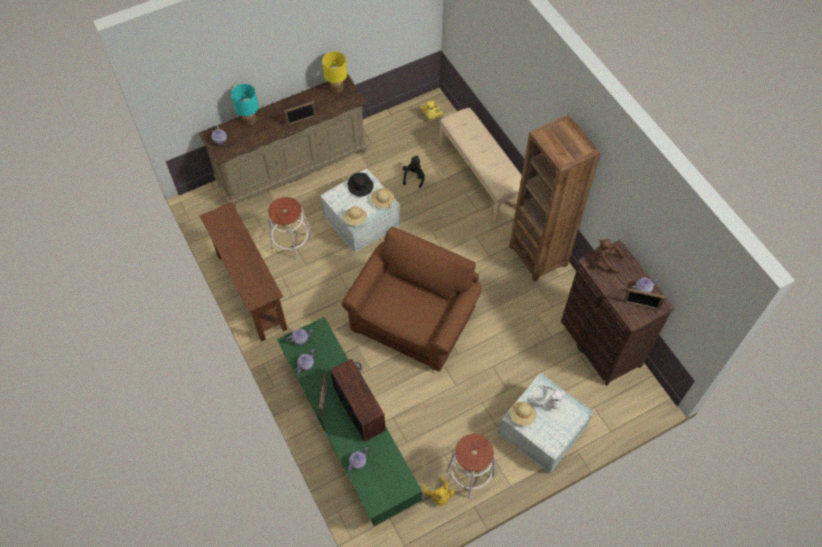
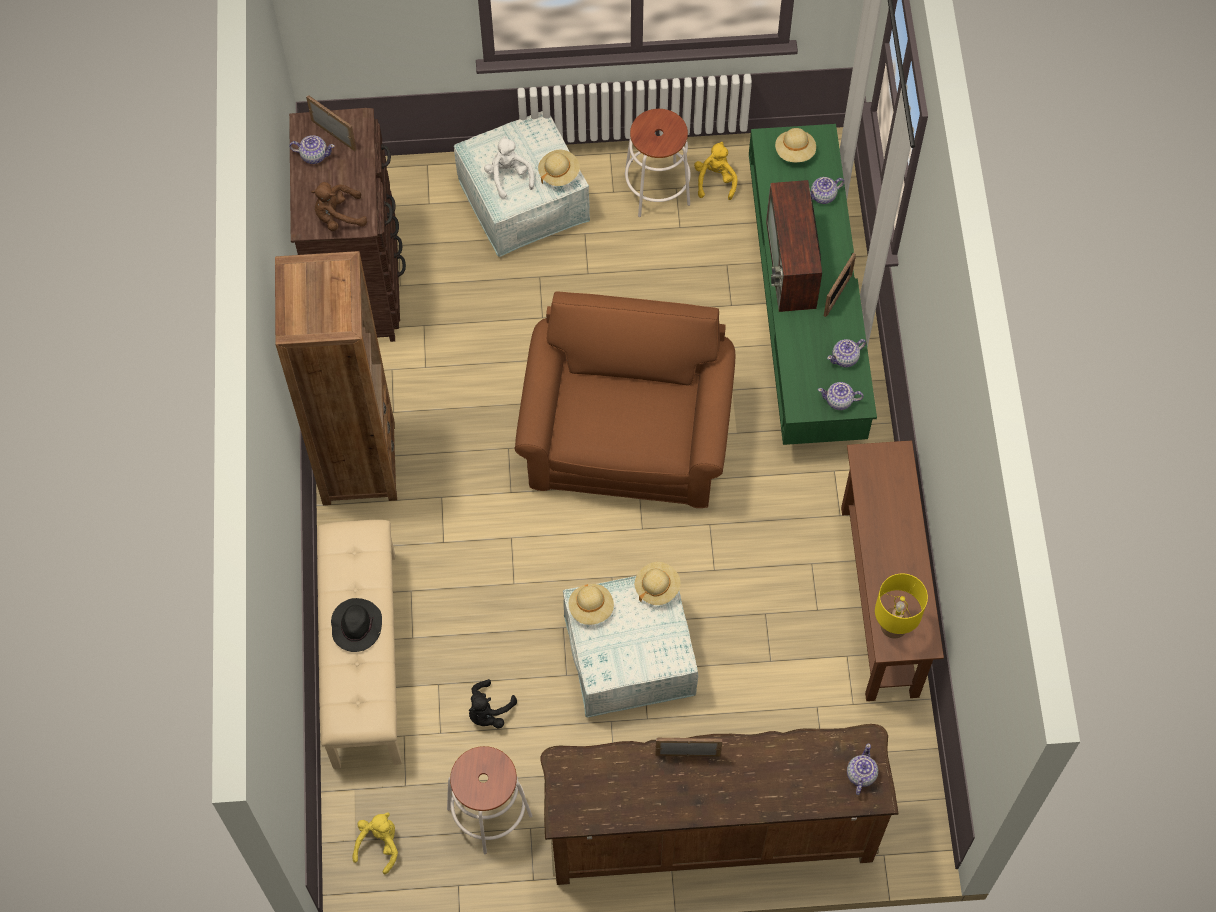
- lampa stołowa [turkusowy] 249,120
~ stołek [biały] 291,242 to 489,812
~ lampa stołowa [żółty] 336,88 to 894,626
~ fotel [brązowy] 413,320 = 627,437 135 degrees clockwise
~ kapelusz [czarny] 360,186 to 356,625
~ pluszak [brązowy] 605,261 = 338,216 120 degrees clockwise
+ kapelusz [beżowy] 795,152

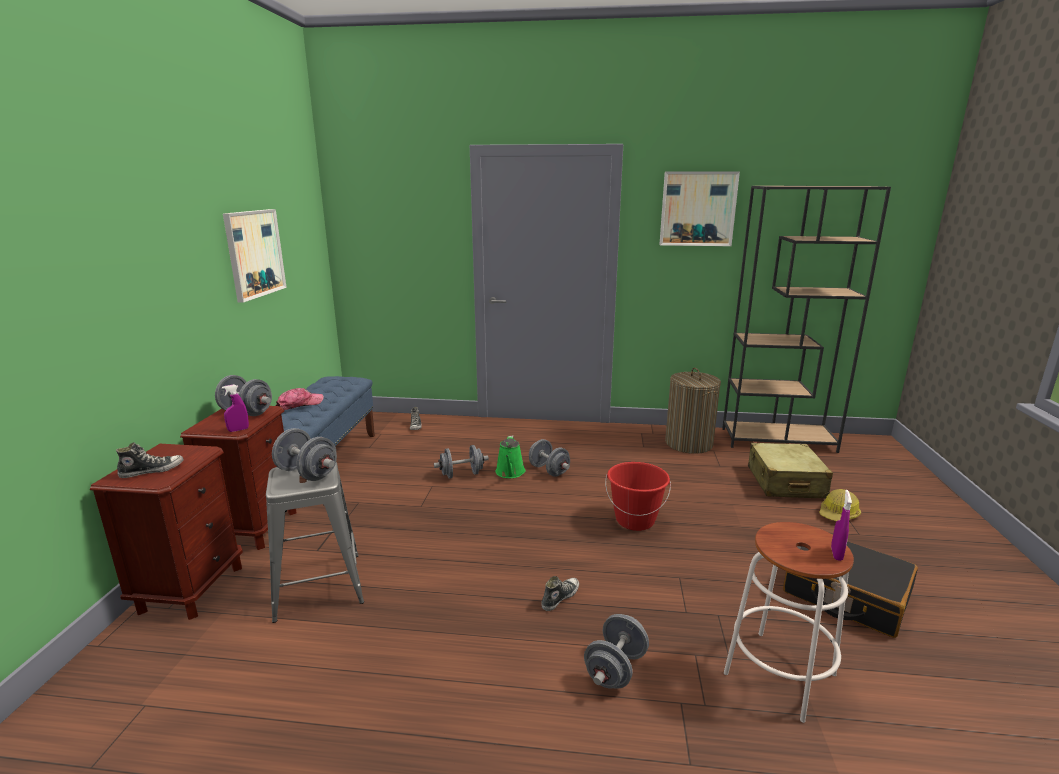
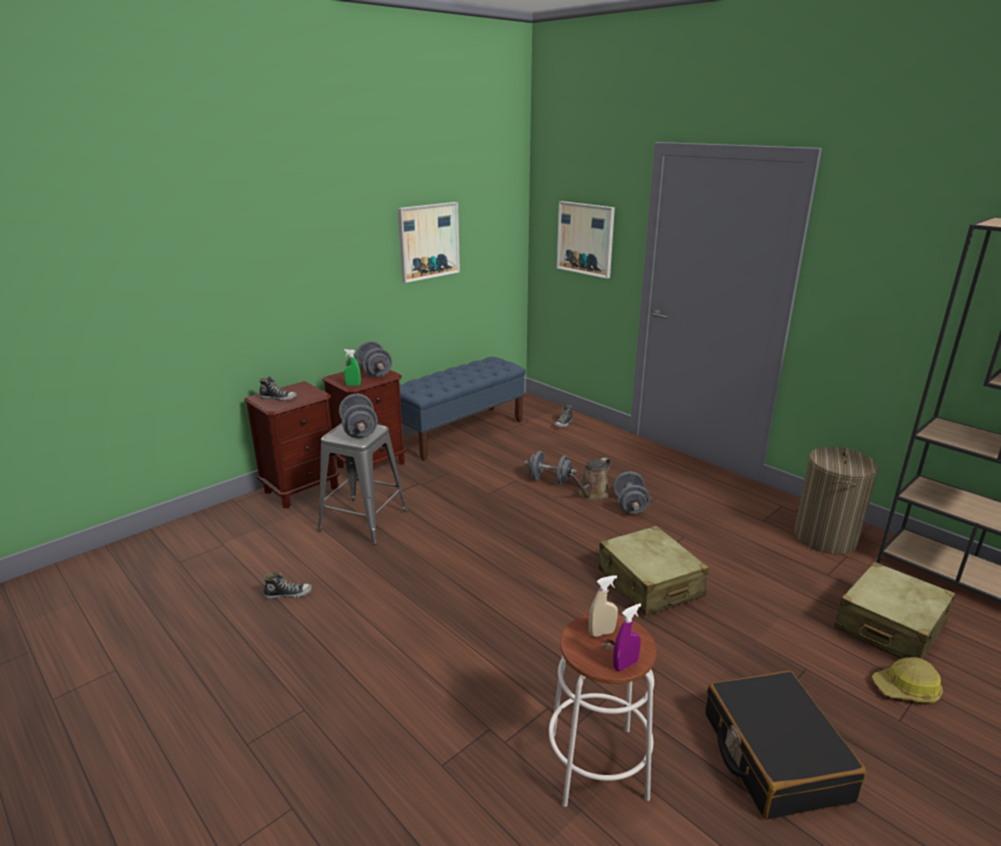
~ spryskiwacz [fioletowy] 238,430 to spryskiwacz [zielony] 353,385
- czapka z daszkiem 299,404
~ konewka [zielony] 510,473 to konewka [brązowy] 592,494
~ but 560,597 to 288,594
- hantel [szary] 615,669
~ wiadro [czerwony] 635,520 to walizka [beżowy] 650,583
~ obraz 698,209 to 585,239
+ spryskiwacz [beżowy] 602,633

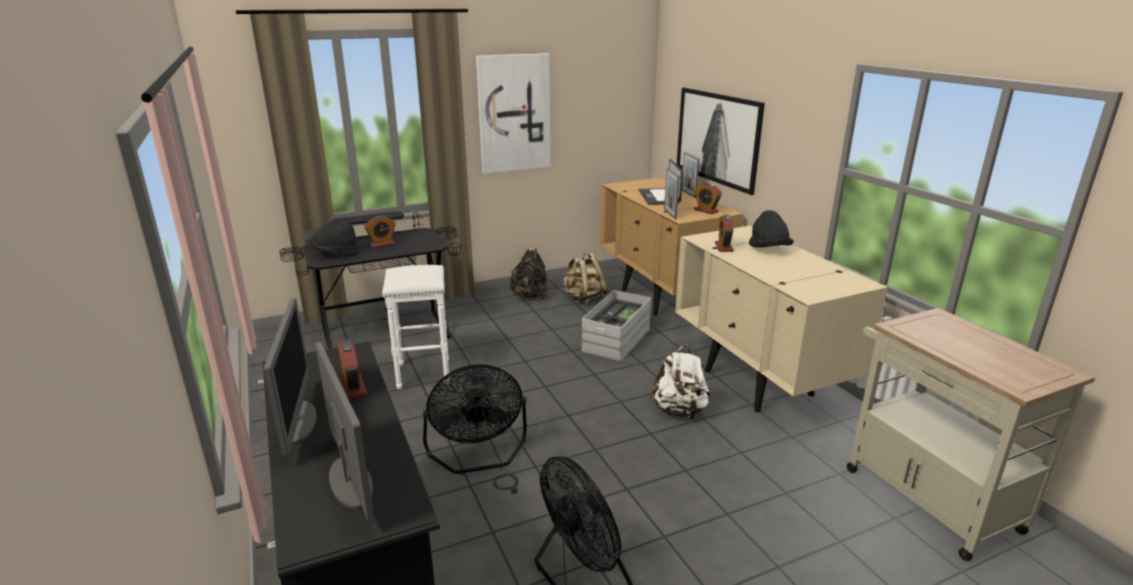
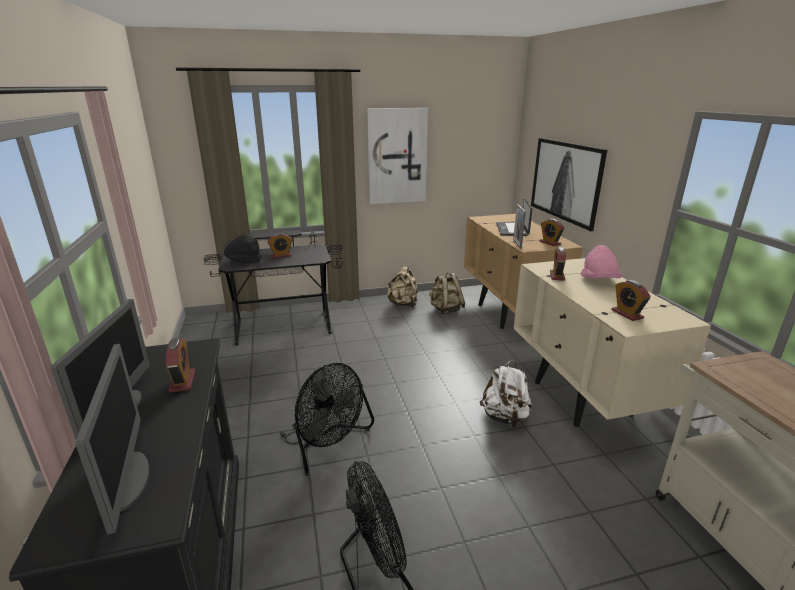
- stołek [biały] 422,374
~ wentylator [czarny] 483,461 = 325,444 135 degrees clockwise
~ plecak [czarny] 530,296 to plecak [beżowy] 403,304
- pojemnik do przechowywania [szary] 617,339
- ramka na zdjęcie 688,193
~ kapelusz [czarny] 768,249 to kapelusz [różowy] 598,280
+ budzik 627,314

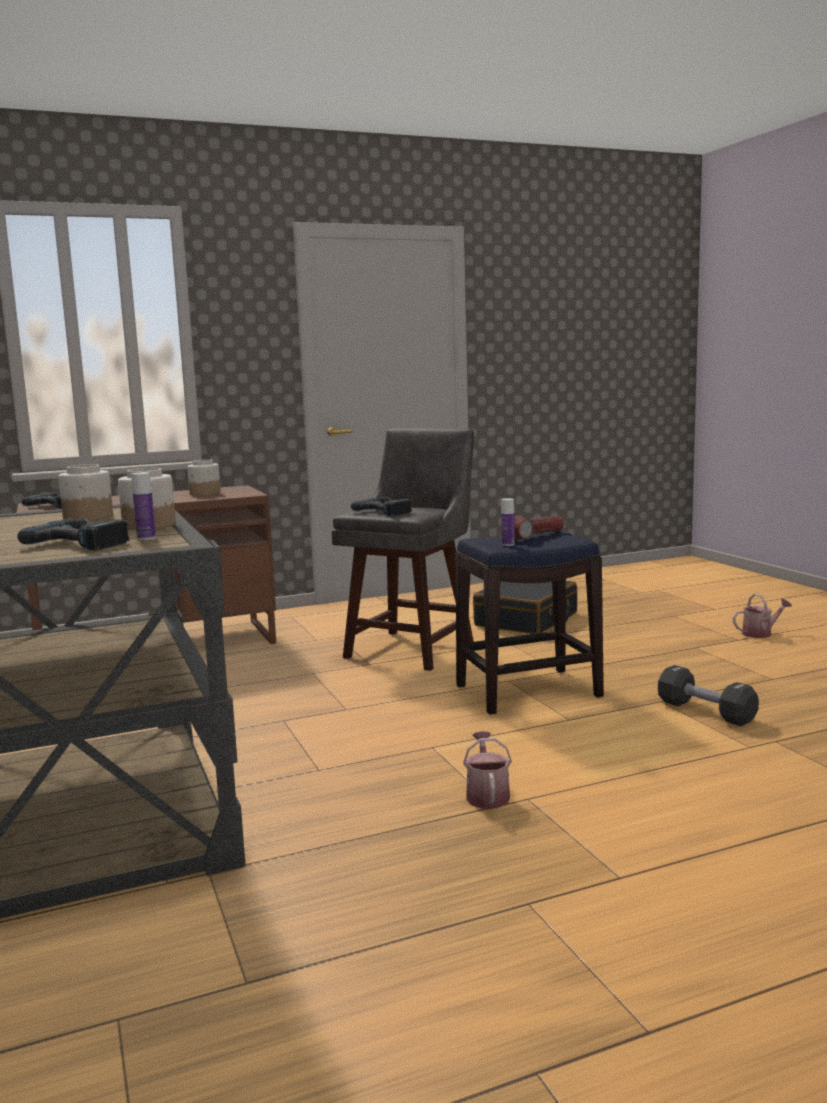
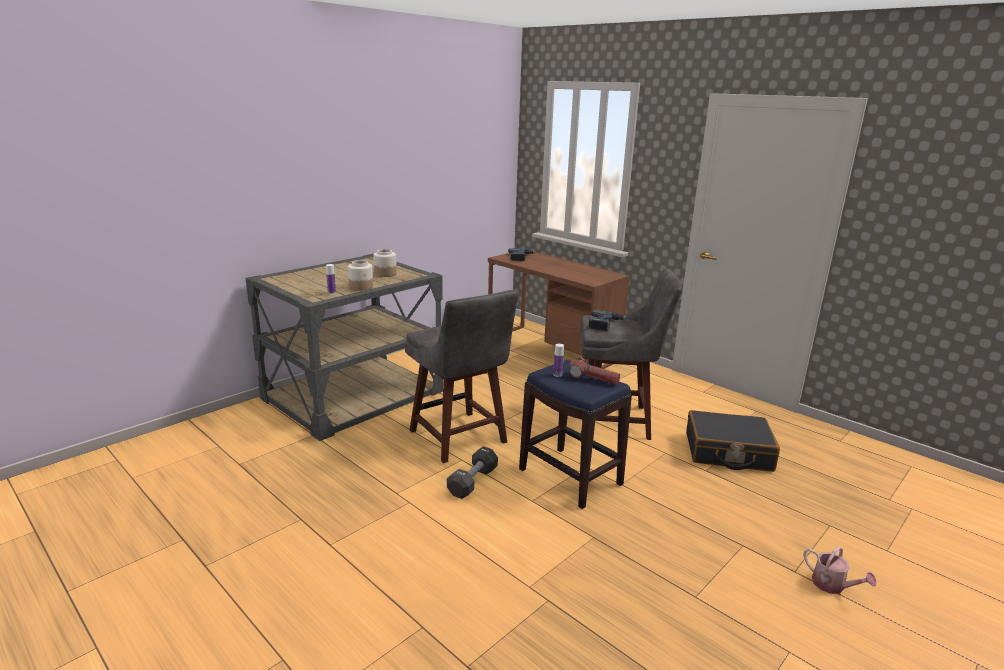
- wiertarka 84,542
- słoik 205,493
- konewka 487,795
~ hantel [czarny] 705,712 to 472,482
+ stołek [szary] 459,438

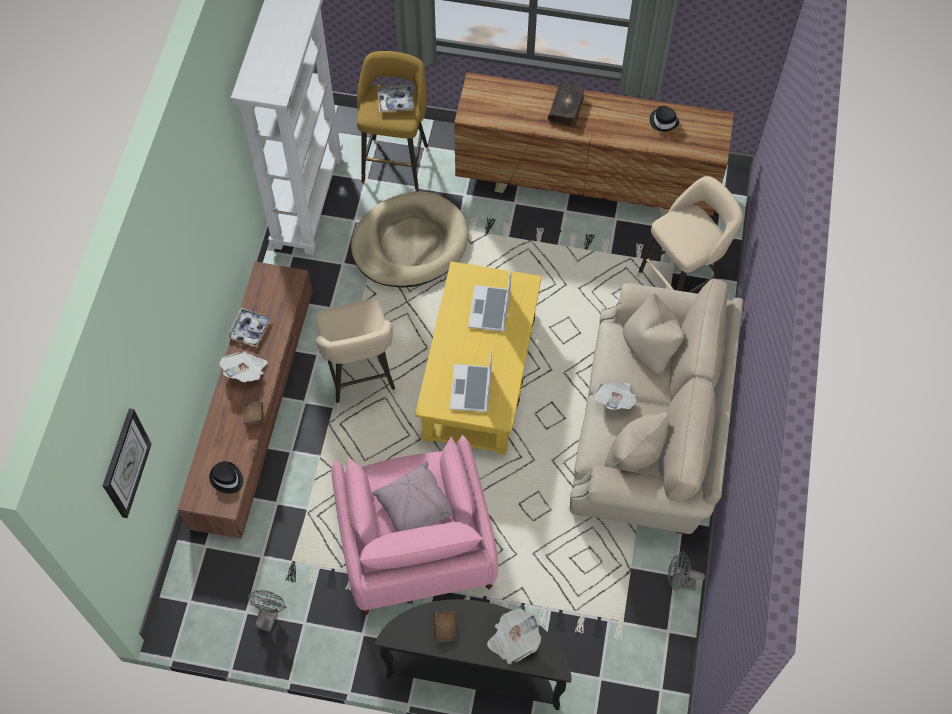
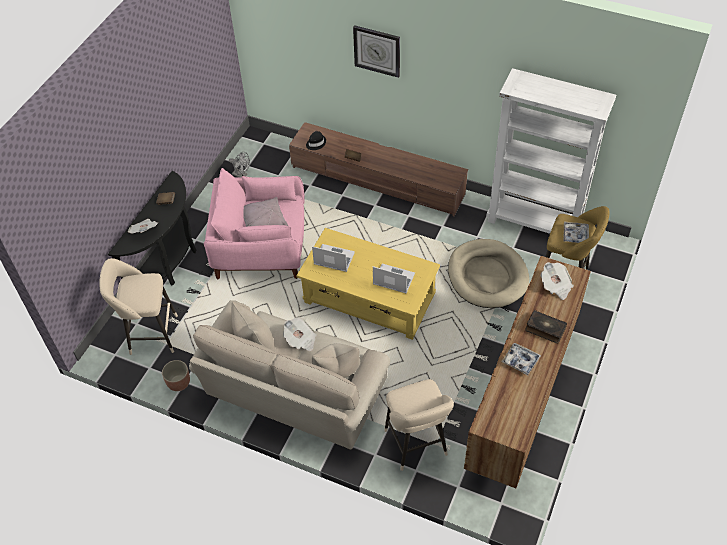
~ zegar ścienny 125,463 to 377,51
~ gazeta 246,371 to 556,286
~ taca 249,329 to 520,361
~ stołek [beżowy] 361,380 to 150,335
- kapelusz [czarny] 663,121
~ wentylator [szary] 679,582 to donica 178,382

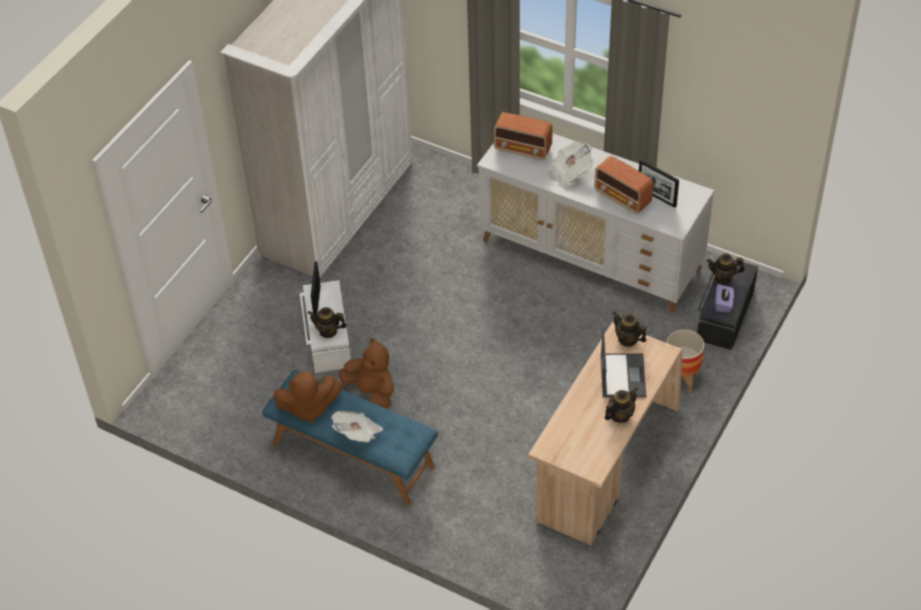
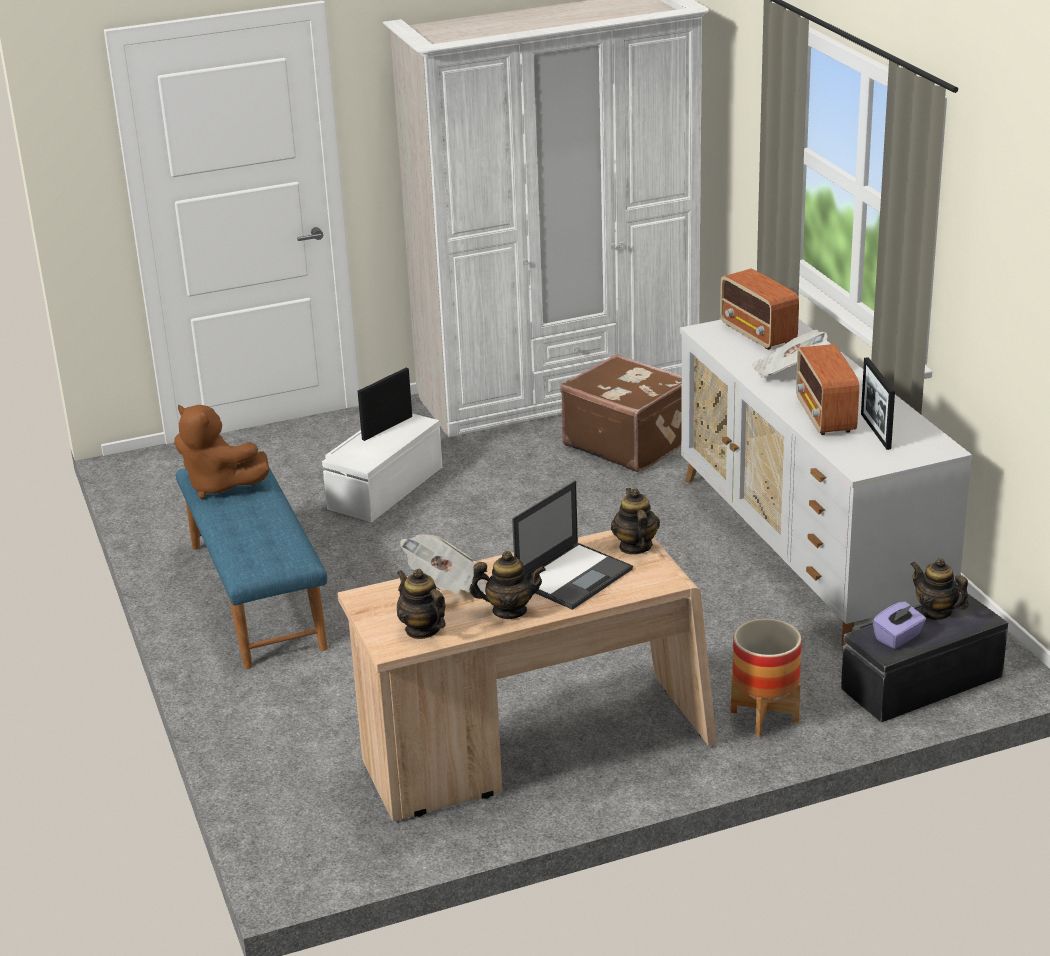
~ imbryk 328,331 to 422,629
~ gazeta 358,434 to 448,586
- pluszak [brązowy] 371,392
+ walizka [brązowy] 628,443

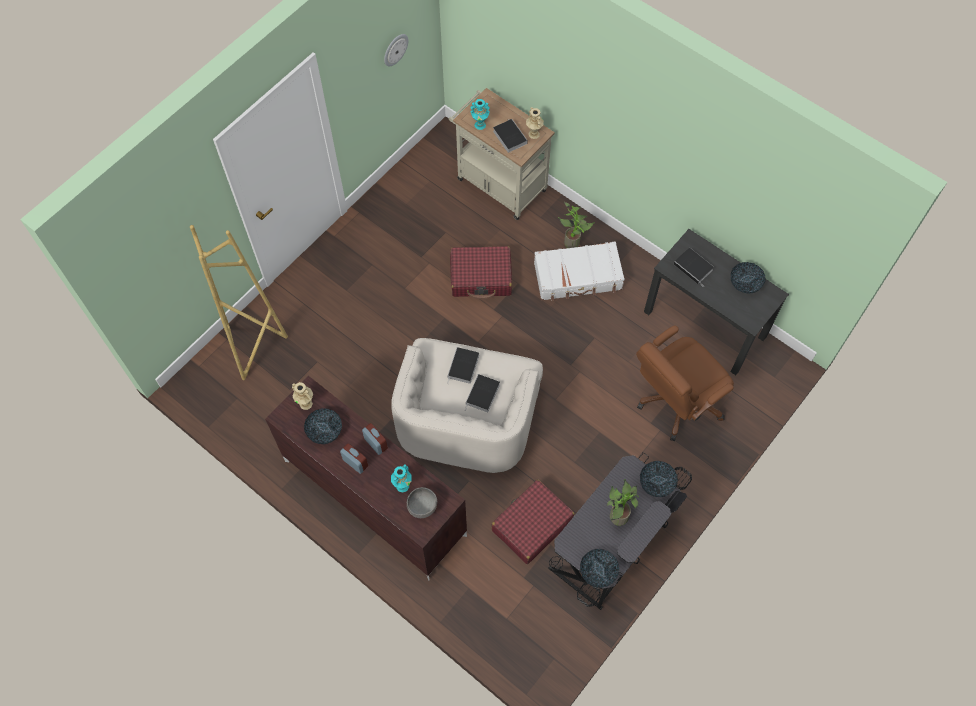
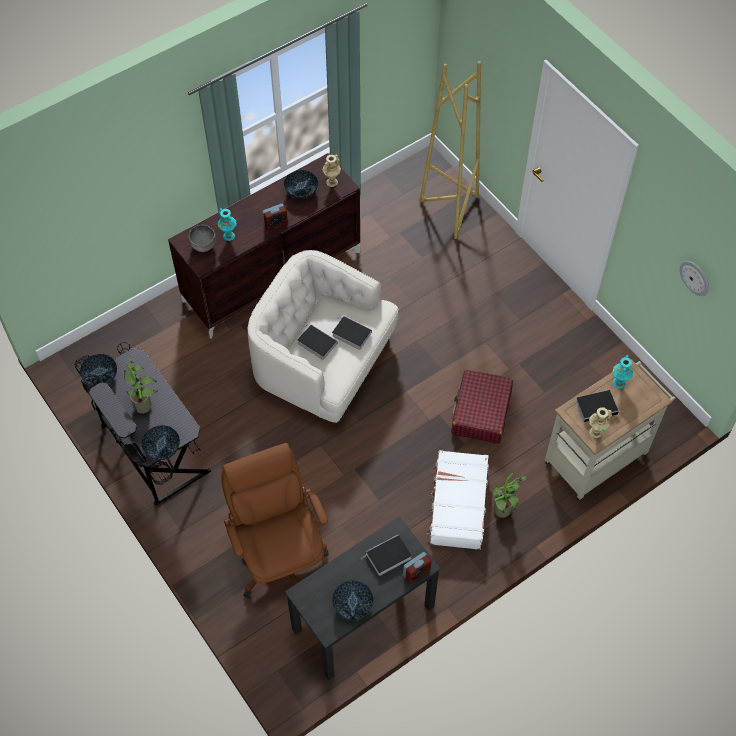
~ budzik 355,463 to 416,572
- walizka [czerwony] 531,525

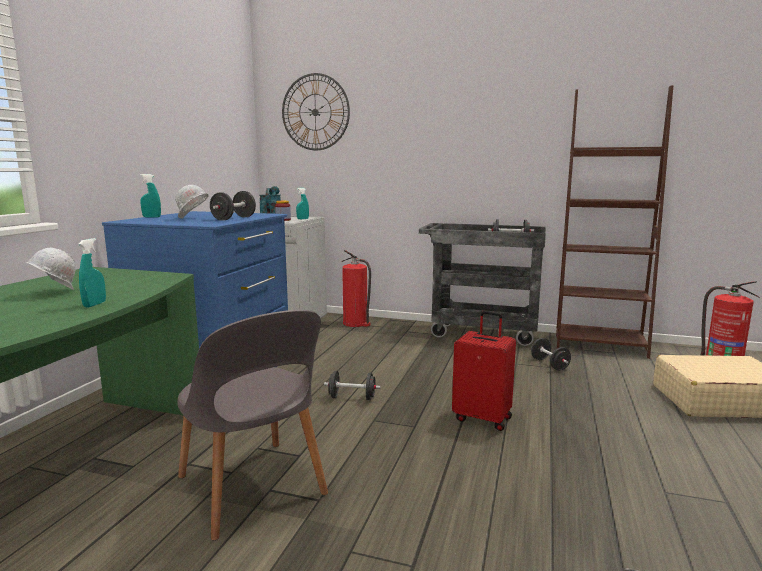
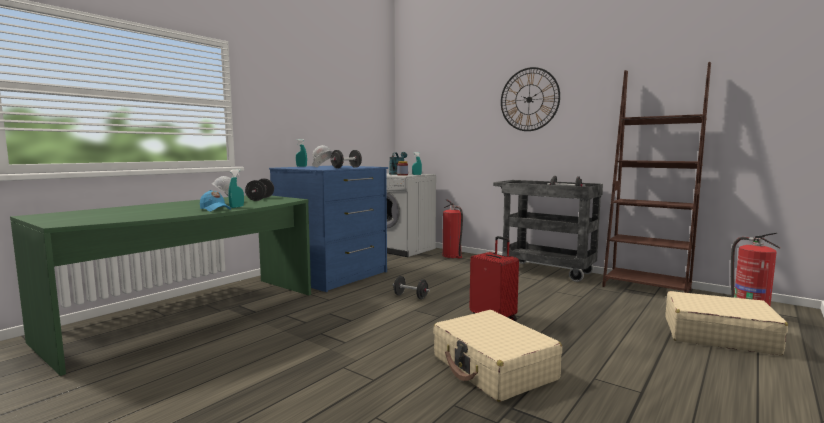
- krzesło [szary] 253,489
~ zegar ścienny 315,112 to 529,99
~ hantel [czarny] 549,364 to 260,199
+ czapka z daszkiem [niebieski] 215,209
+ walizka [beżowy] 493,368

